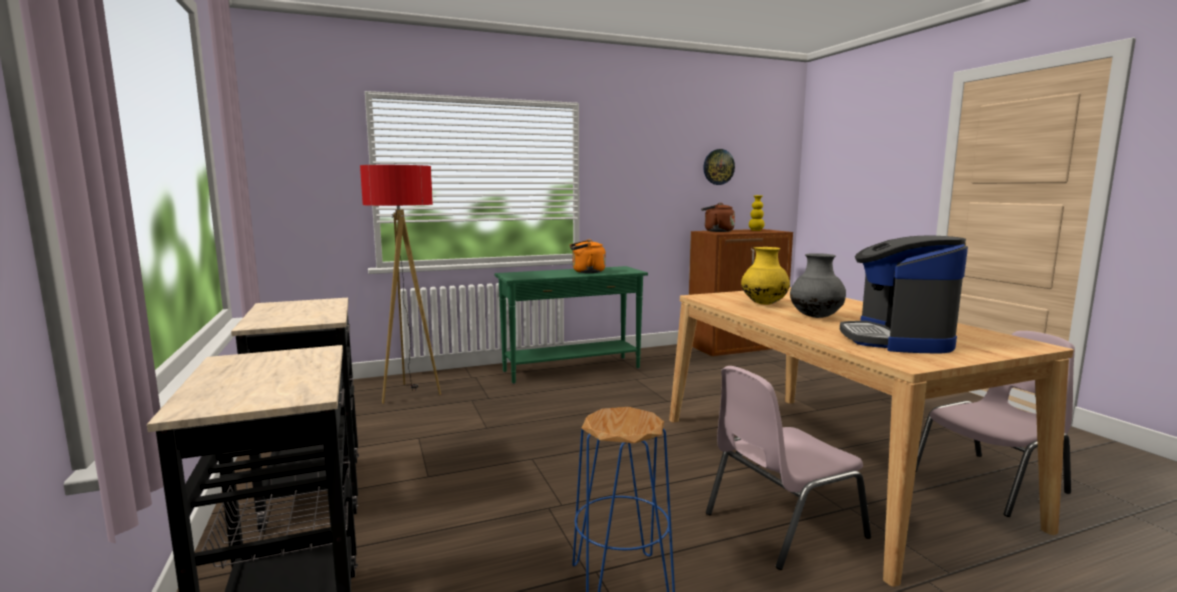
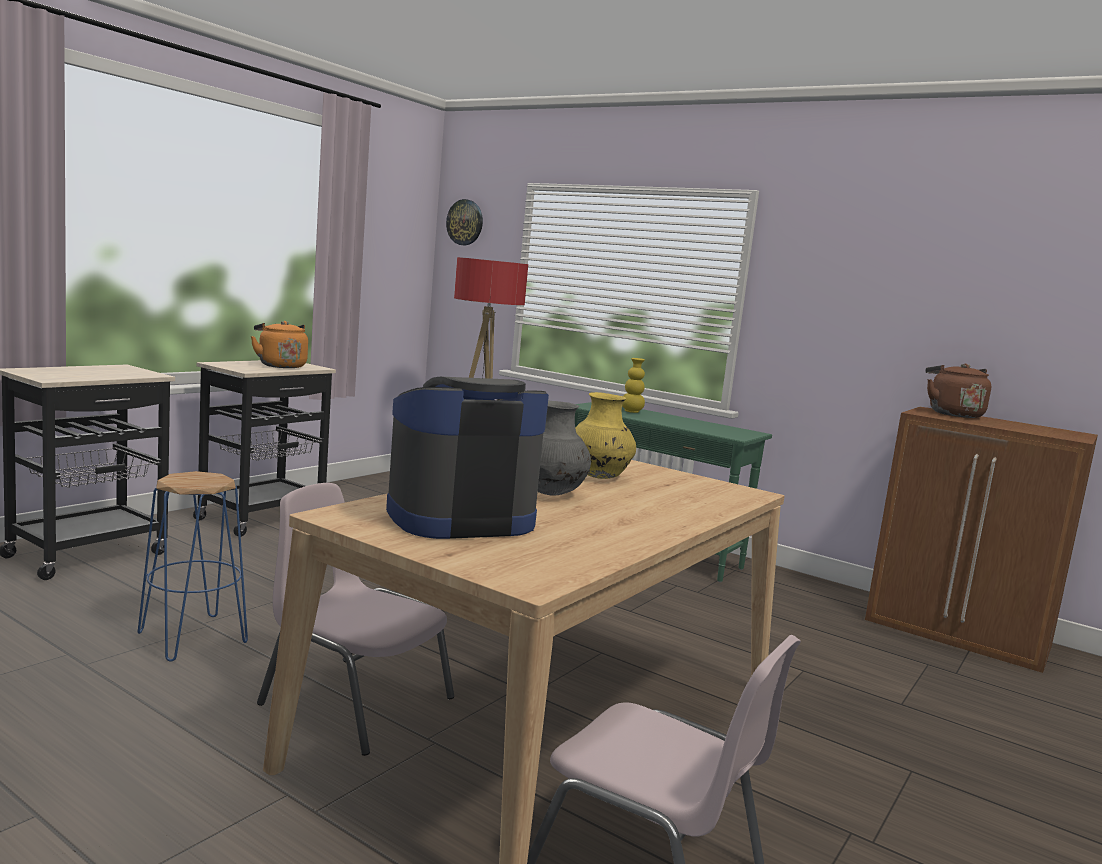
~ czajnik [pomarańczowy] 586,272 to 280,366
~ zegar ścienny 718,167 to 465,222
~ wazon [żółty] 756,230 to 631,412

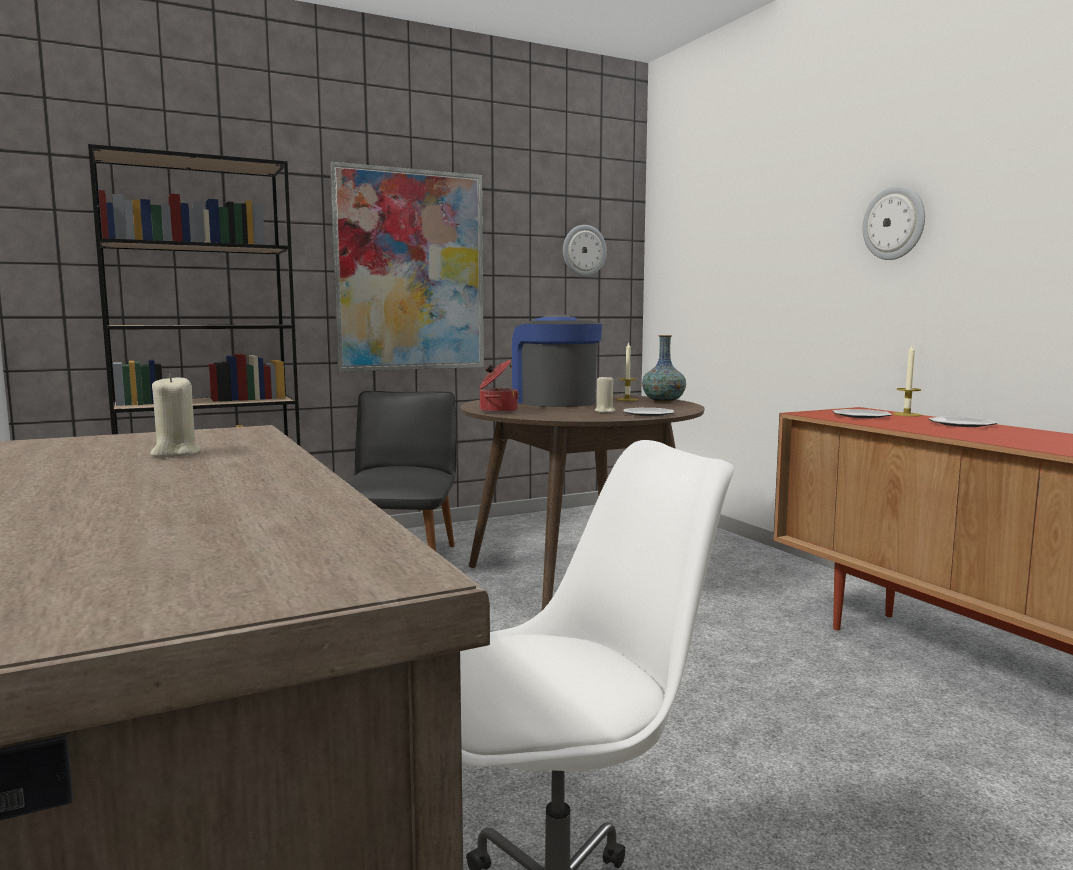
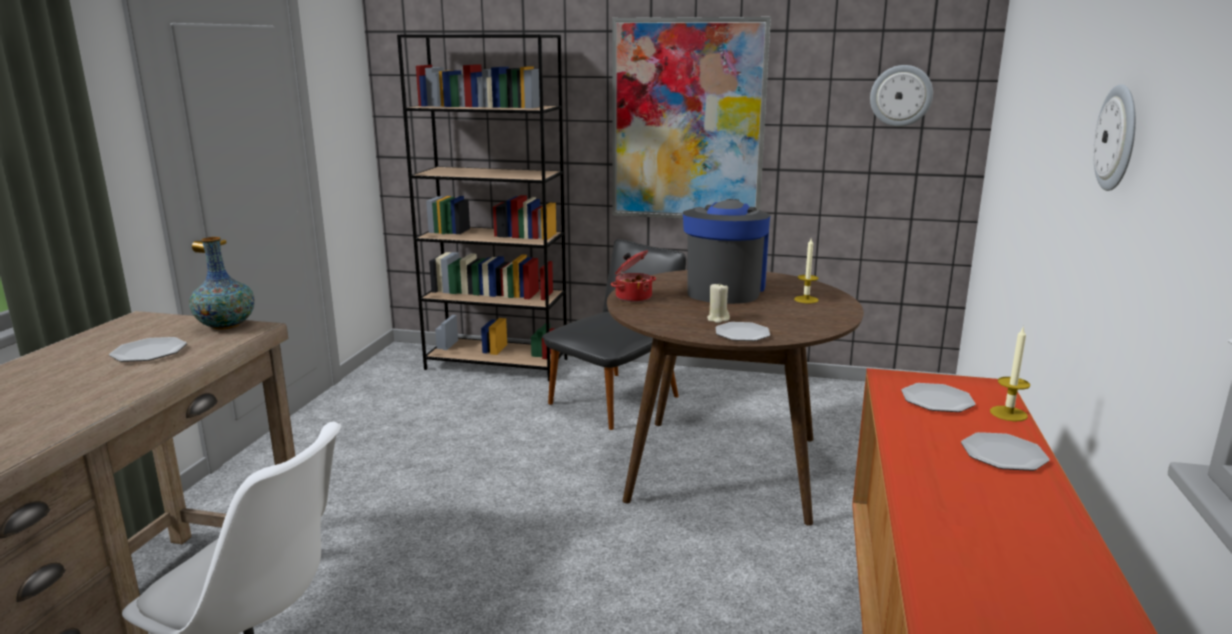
~ świeca [beżowy] 175,453 to talerz 149,352
~ wazon 663,402 to 226,325

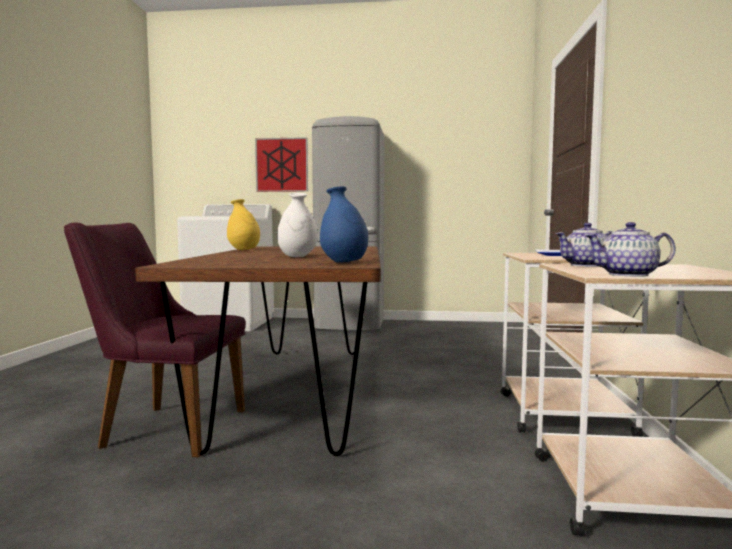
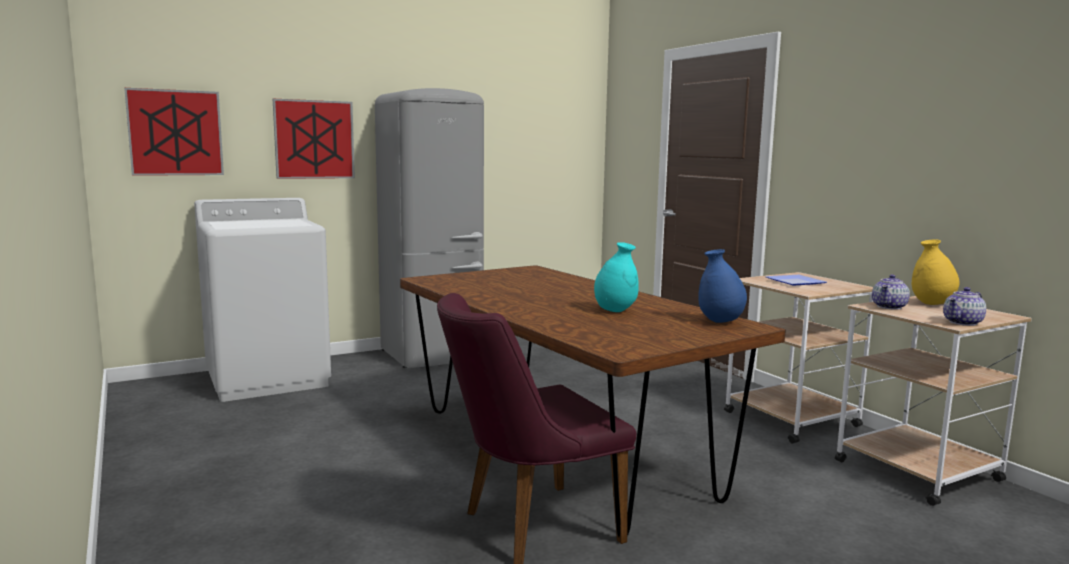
~ wazon [żółty] 244,250 to 932,304
~ wazon [biały] 297,256 to wazon [turkusowy] 615,310
+ obraz 175,133

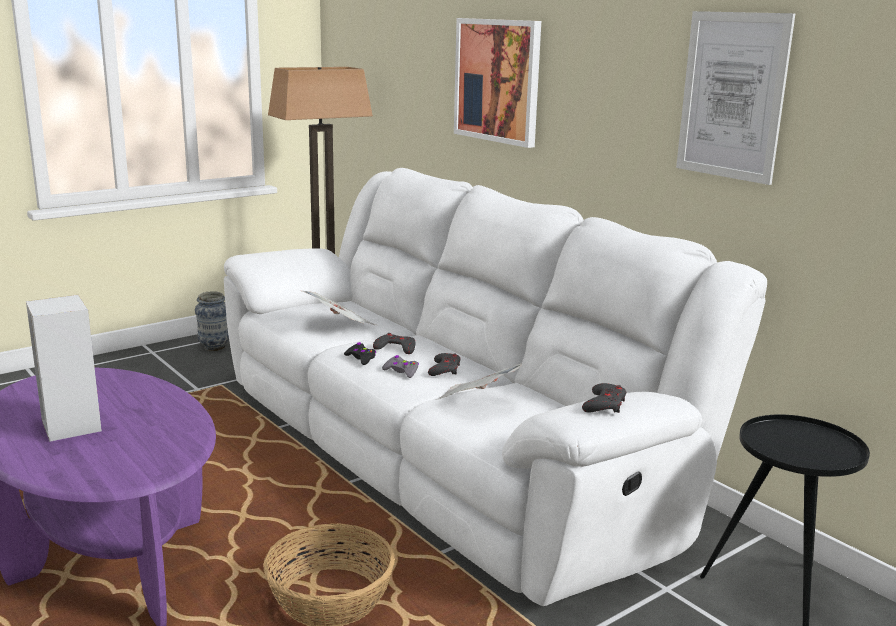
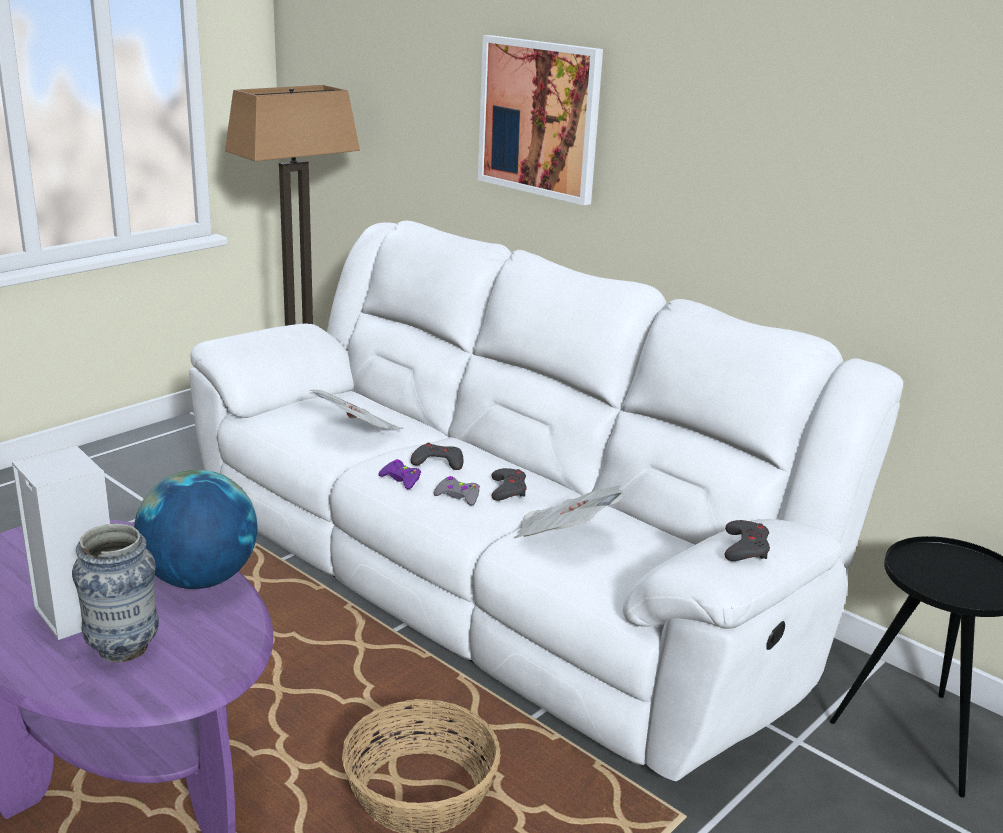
~ wazon 214,347 to 123,649
~ pad do gier [czarny] 361,358 to pad do gier [fioletowy] 401,479
- obraz 732,96
+ globus 200,579

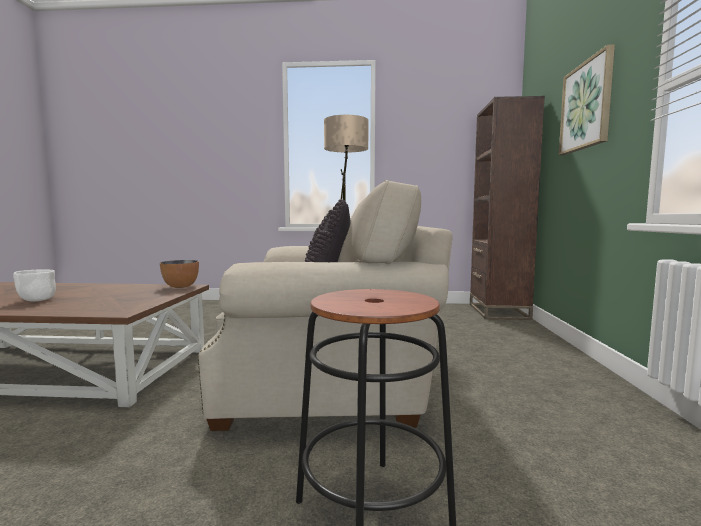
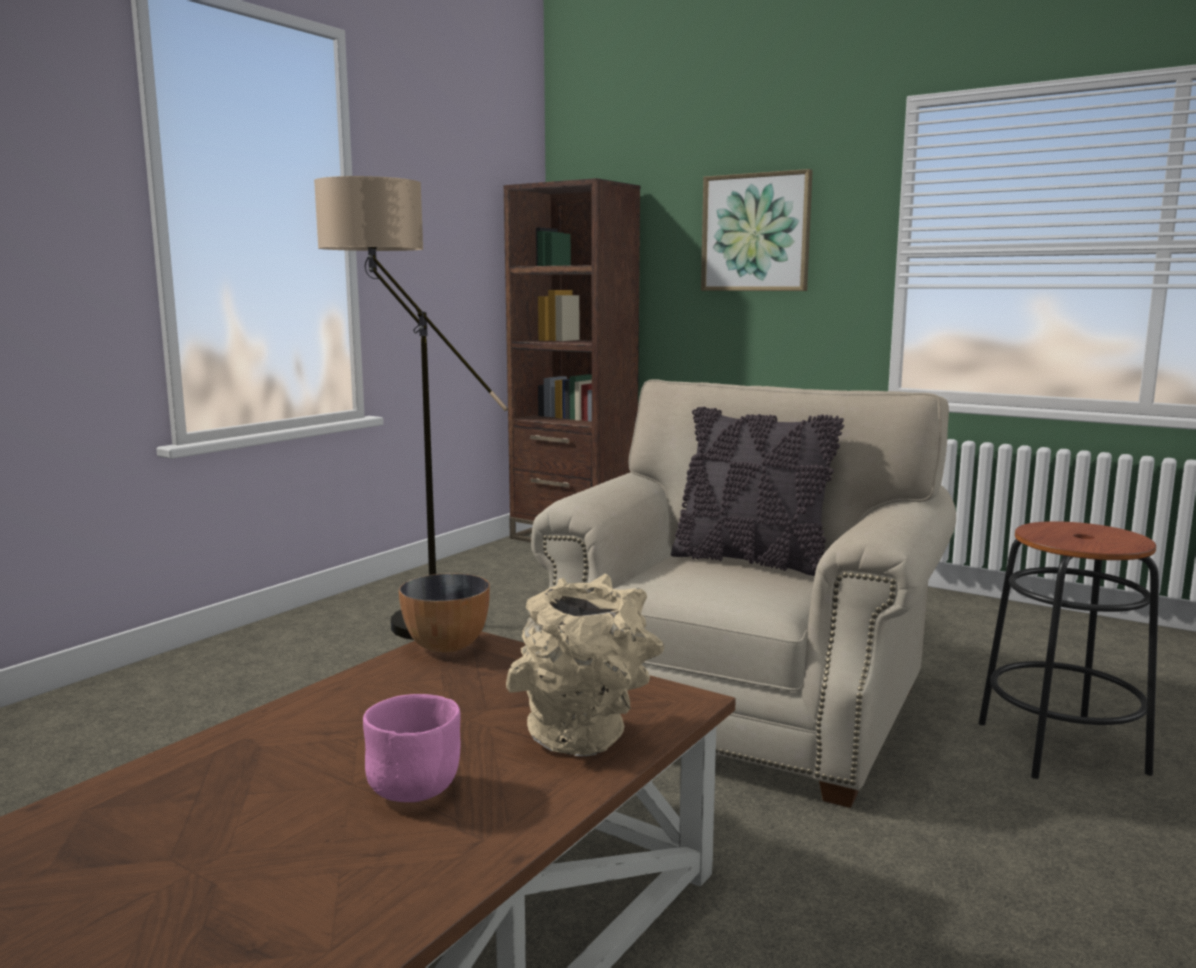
~ miska [biały] 37,300 to miska [różowy] 416,792
+ wazon [beżowy] 587,738

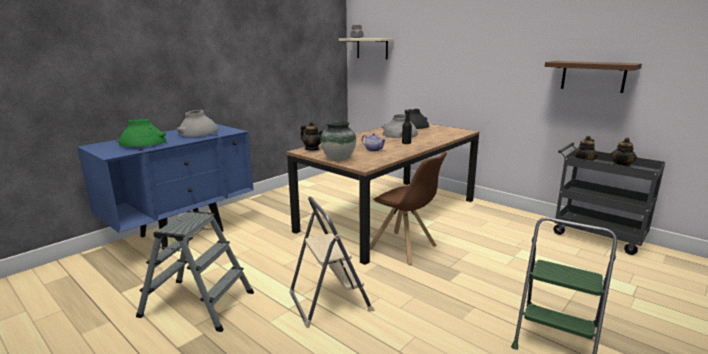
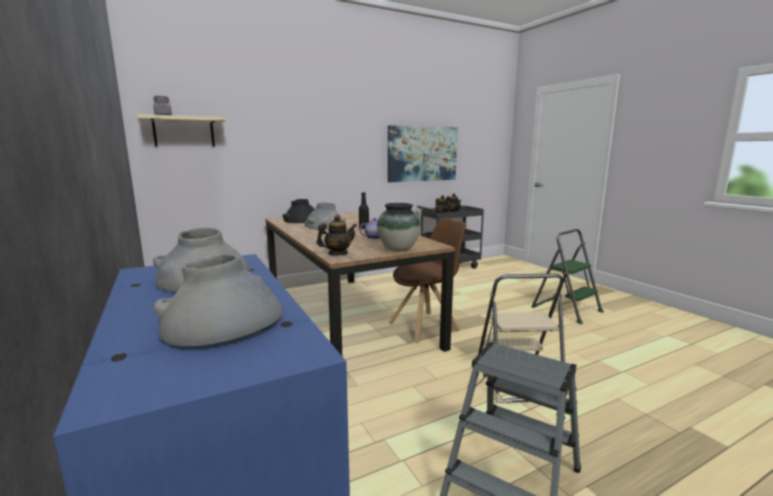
~ wazon [zielony] 143,143 to wazon [szary] 222,322
~ półka [brązowy] 593,76 to obraz 422,154

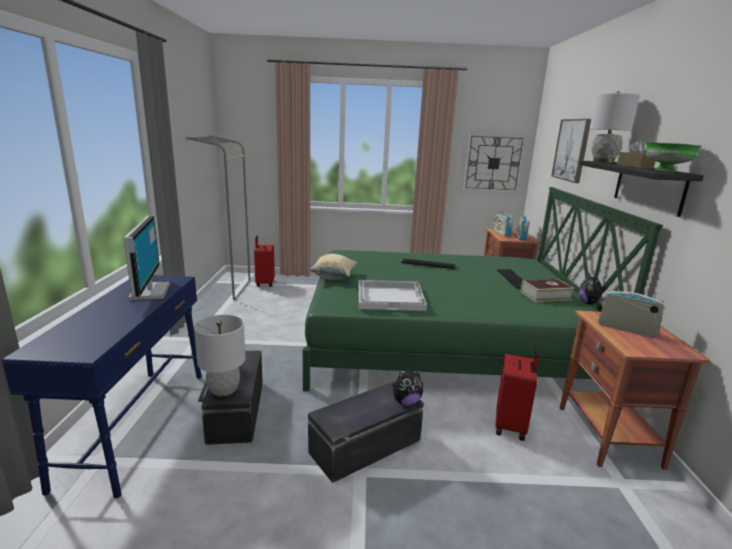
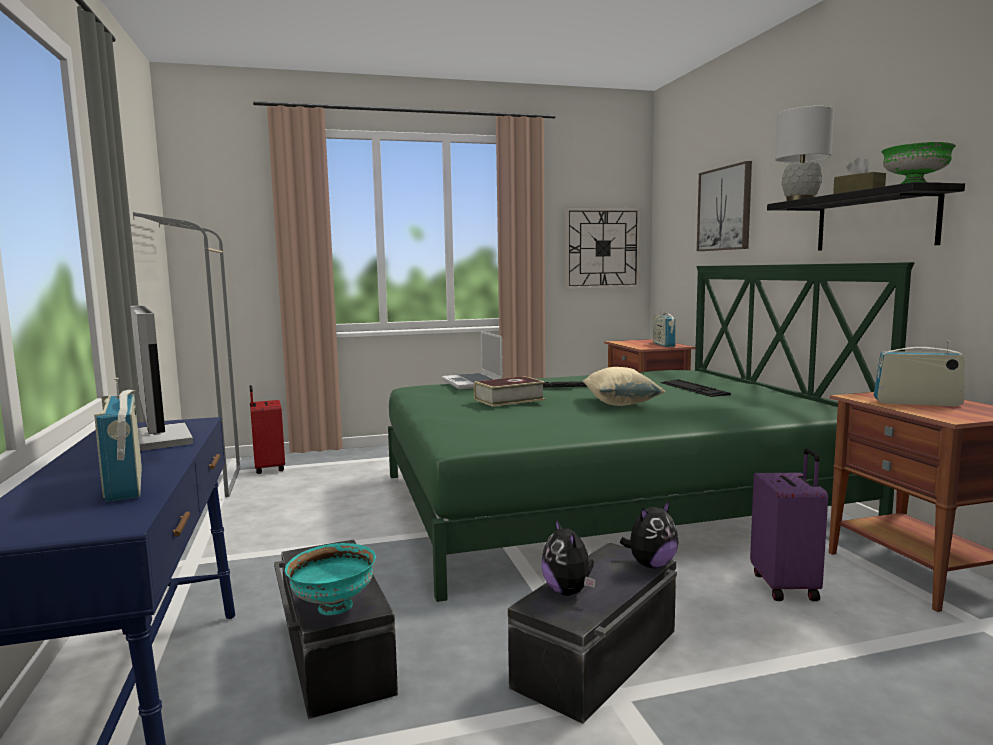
~ lampa stołowa [biały] 224,393 to miska [turkusowy] 334,608
~ poduszka [beżowy] 333,277 to 620,404
- taca [biały] 390,297
~ radio 501,233 to 125,484
~ walizka [czerwony] 511,426 to walizka [fioletowy] 786,586
~ książka 545,295 to 509,399
~ pluszak 589,303 to 569,592
+ laptop 473,383

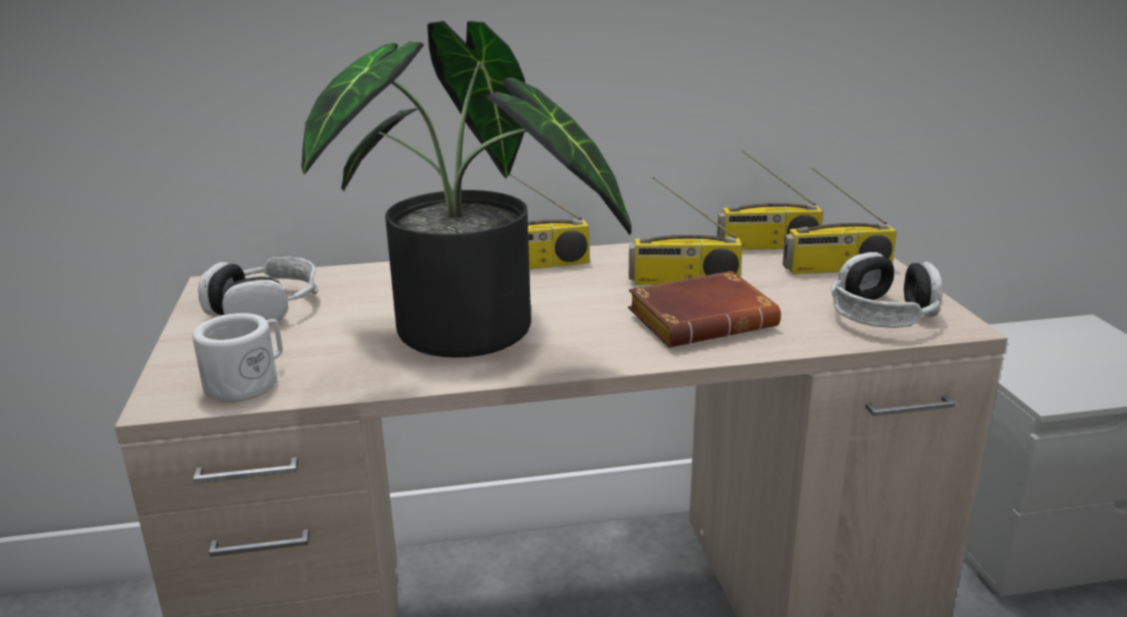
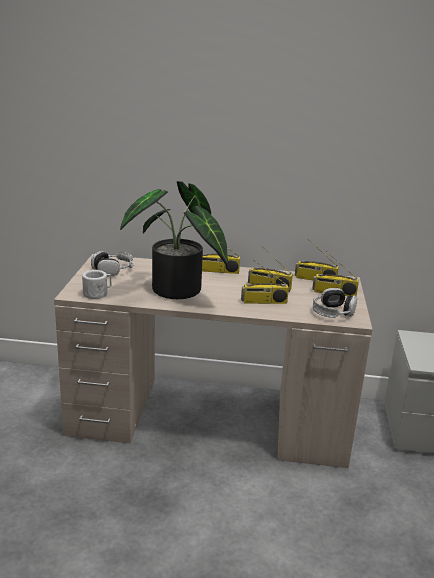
~ książka [brązowy] 703,319 to radio 264,302

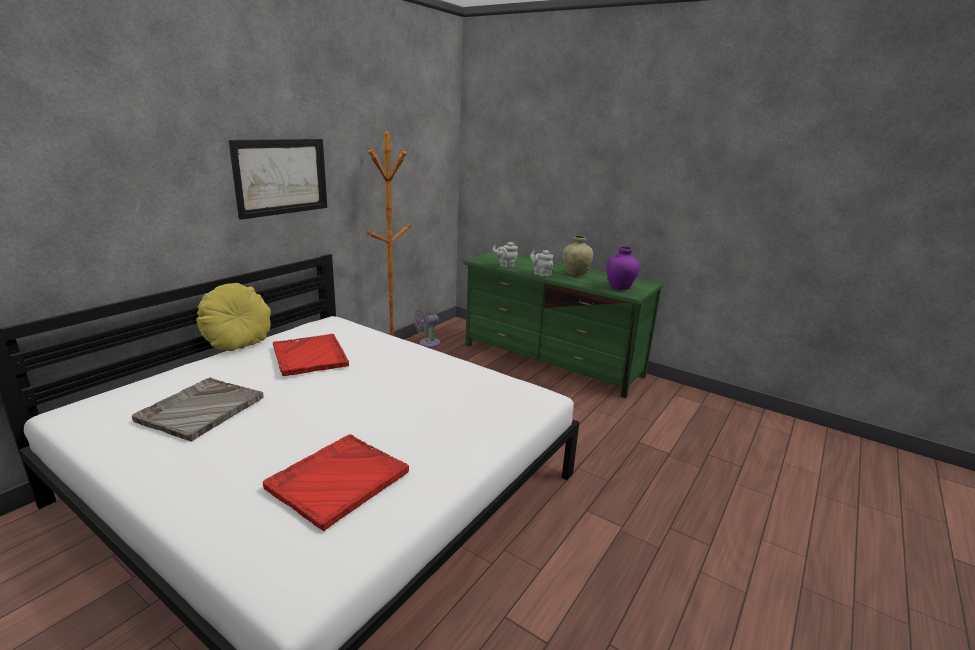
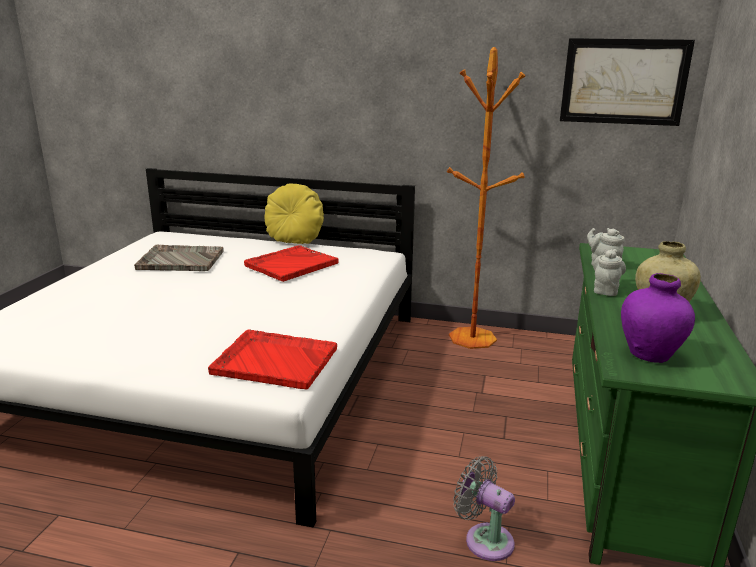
~ obraz 281,176 to 623,81
~ taca [czerwony] 337,480 to 274,361
~ wentylator [szary] 427,343 to 484,539

